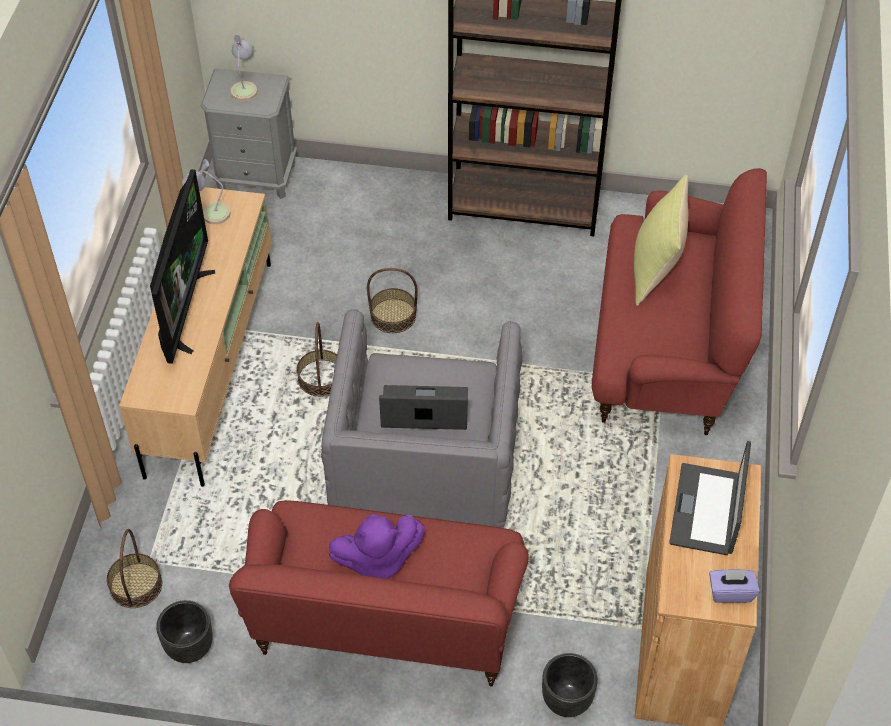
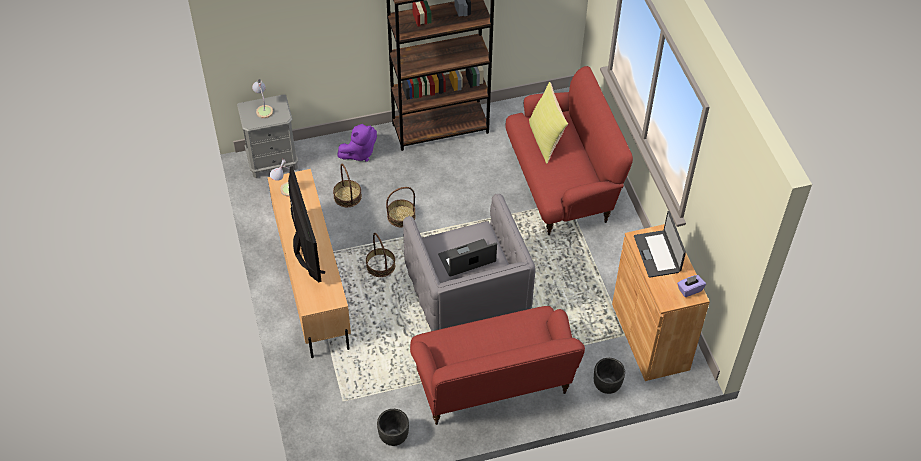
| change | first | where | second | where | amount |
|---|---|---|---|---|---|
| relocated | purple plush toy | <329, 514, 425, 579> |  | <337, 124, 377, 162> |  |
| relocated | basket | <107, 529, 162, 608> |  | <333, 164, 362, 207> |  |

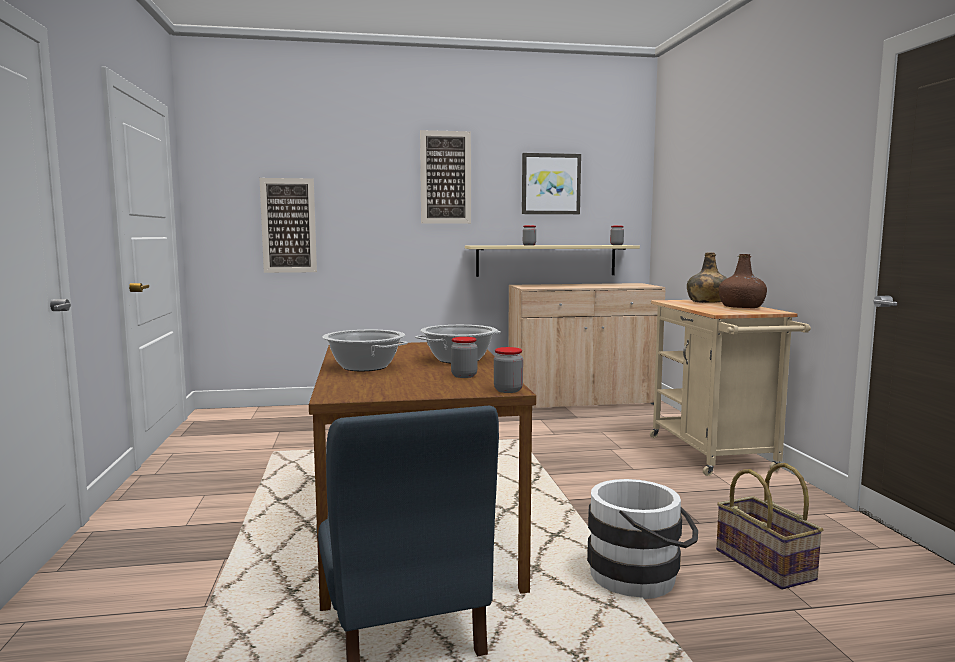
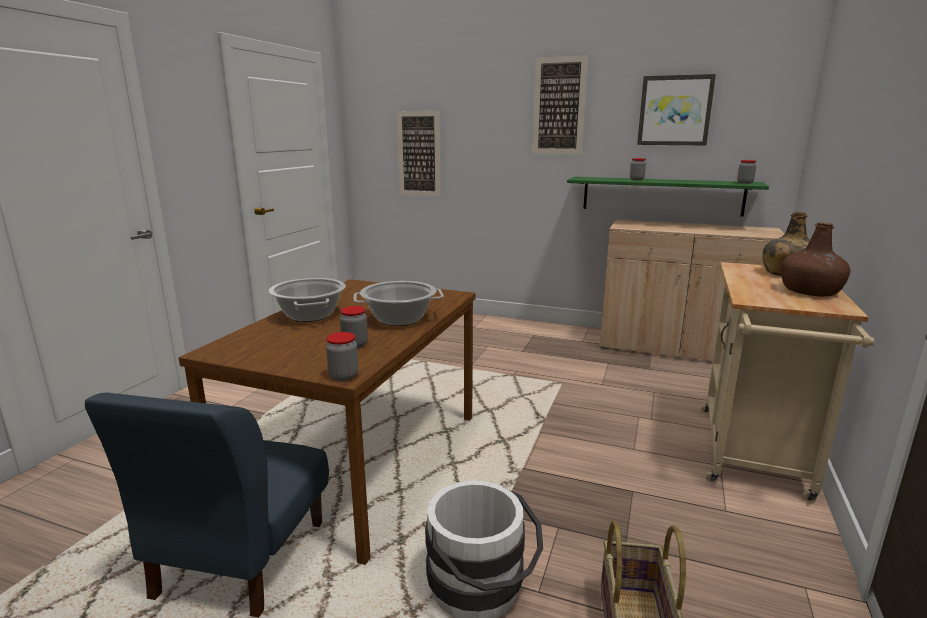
| change | first | where | second | where | amount |
|---|---|---|---|---|---|
| colour | sand-coloured bracket shelf | <465, 245, 640, 277> | green-coloured bracket shelf | <567, 177, 769, 217> |  |

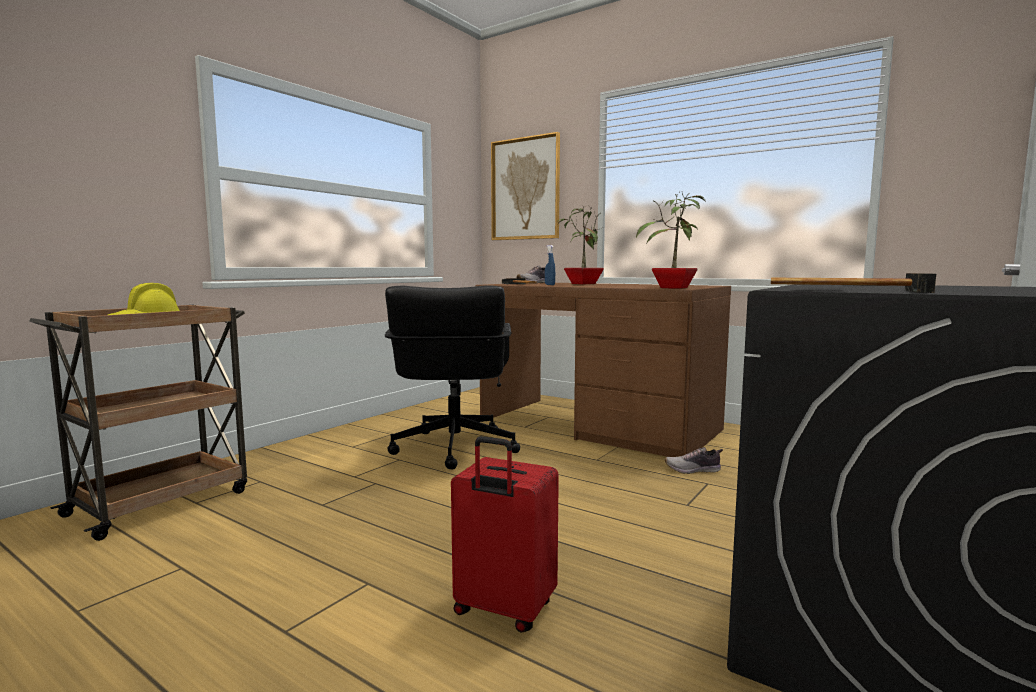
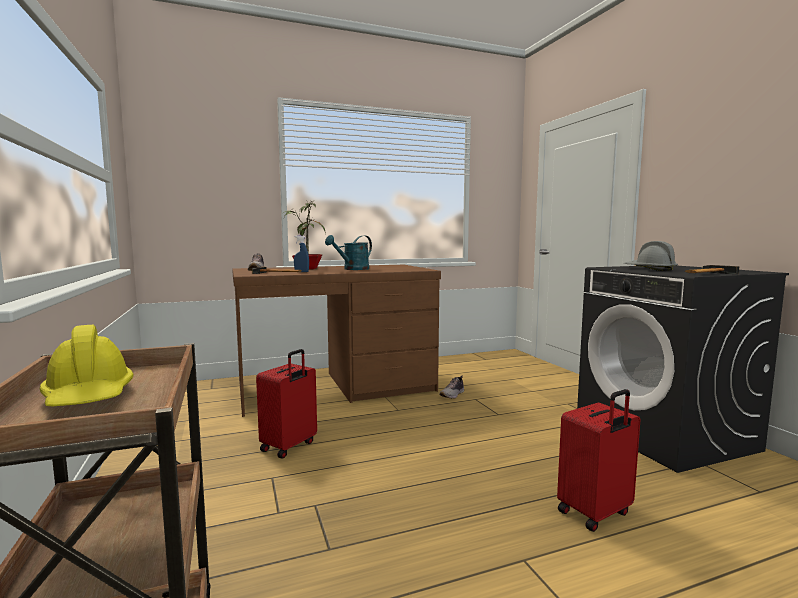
| change | first | where | second | where | amount |
|---|---|---|---|---|---|
| missing | wall art | <491, 132, 560, 240> |  |  |  |
| missing | houseplant | <636, 193, 706, 289> |  |  |  |
| exchanged | black computer chair | <385, 285, 520, 469> | red-coloured piece of luggage | <256, 349, 317, 459> |  |
| appeared |  |  | turquoise sprinkling can | <325, 235, 372, 270> |  |
| appeared |  |  | greyish work helmet | <624, 241, 678, 271> |  |

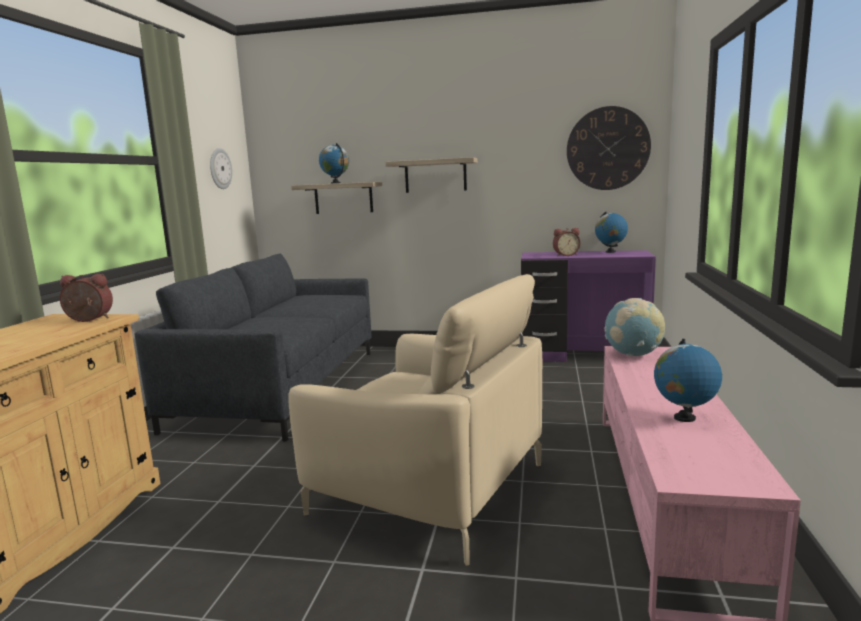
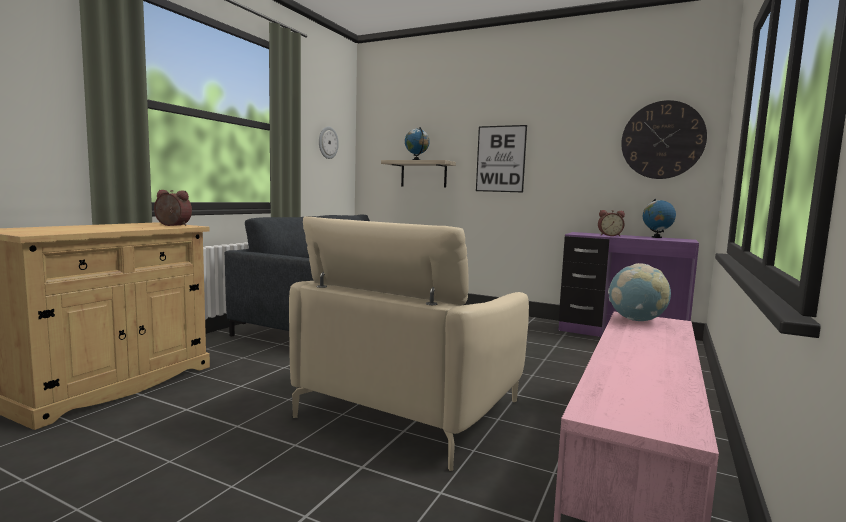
| change | first | where | second | where | amount |
|---|---|---|---|---|---|
| exchanged | bracket shelf | <385, 157, 478, 193> | wall art | <476, 125, 527, 192> |  |
| spun | sand-coloured lounge chair | <289, 274, 542, 566> |  | <289, 216, 529, 471> | 75 degrees clockwise |
| missing | globe | <654, 339, 722, 422> |  |  |  |

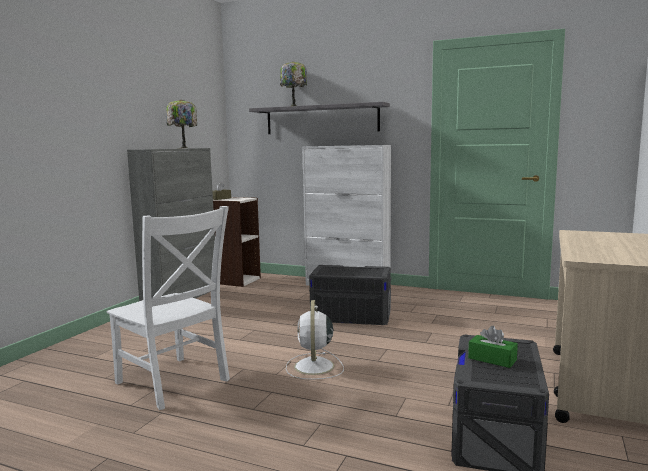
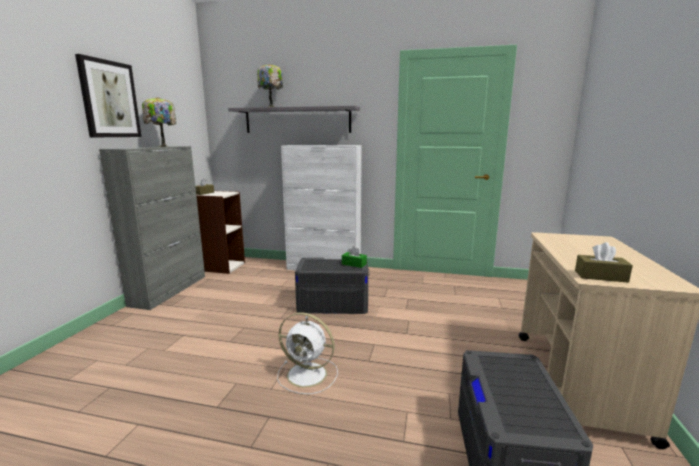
| change | first | where | second | where | amount |
|---|---|---|---|---|---|
| missing | white-coloured upright chair | <106, 206, 230, 410> |  |  |  |
| spun | white-coloured cooling fan | <286, 300, 344, 380> |  | <277, 312, 338, 394> | 60 degrees counterclockwise |
| relocated | green-coloured box of tissues | <468, 326, 518, 368> |  | <342, 246, 367, 268> |  |
| appeared |  |  | wall art | <75, 54, 141, 137> |  |
| appeared |  |  | brown box of tissues | <575, 242, 633, 283> |  |

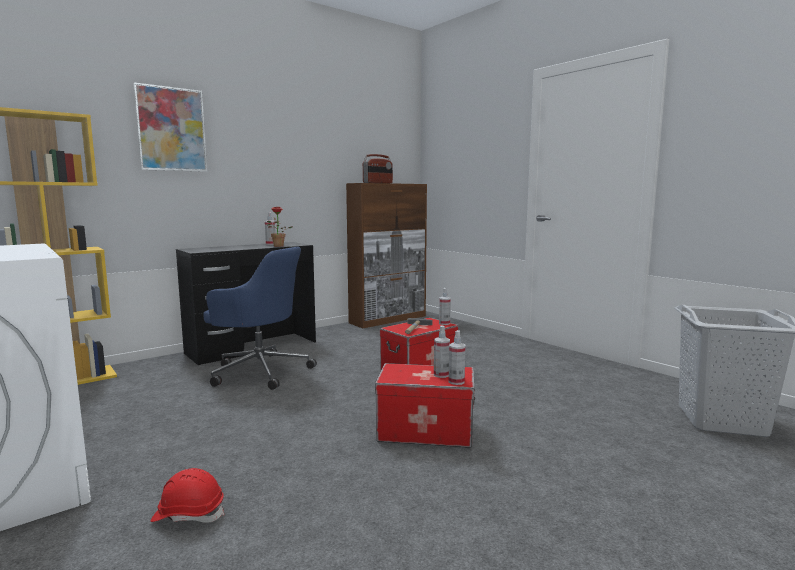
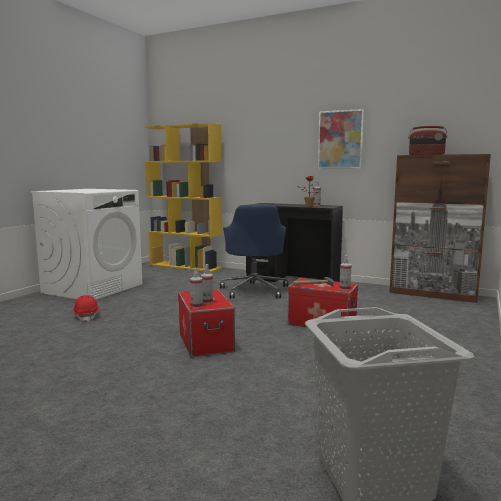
| change | first | where | second | where | amount |
|---|---|---|---|---|---|
| relocated | wall art | <133, 82, 207, 172> |  | <318, 109, 364, 169> |  |

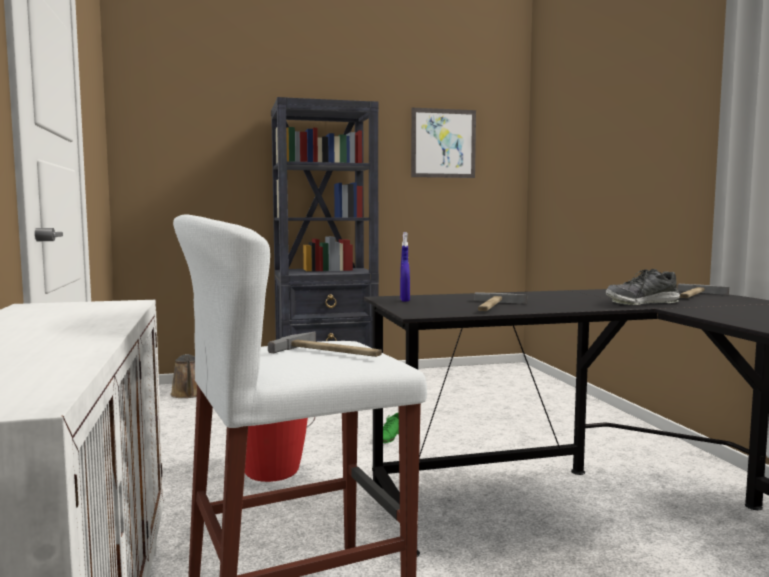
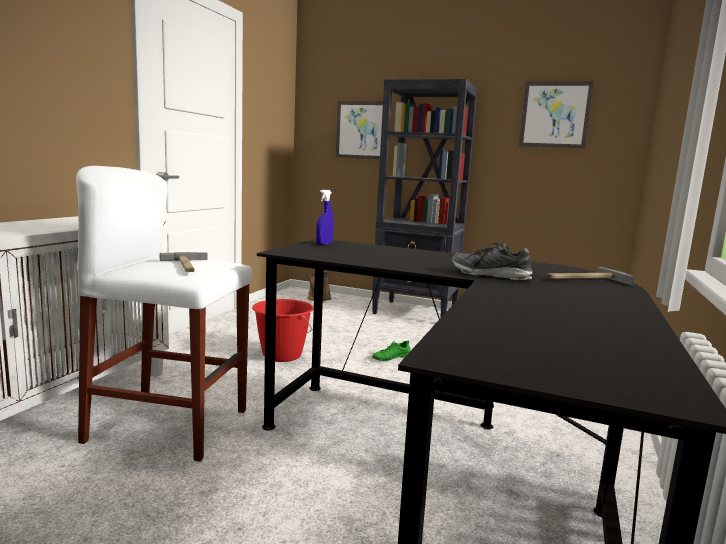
| change | first | where | second | where | amount |
|---|---|---|---|---|---|
| missing | hand hammer | <474, 292, 527, 311> |  |  |  |
| appeared |  |  | wall art | <336, 101, 383, 159> |  |

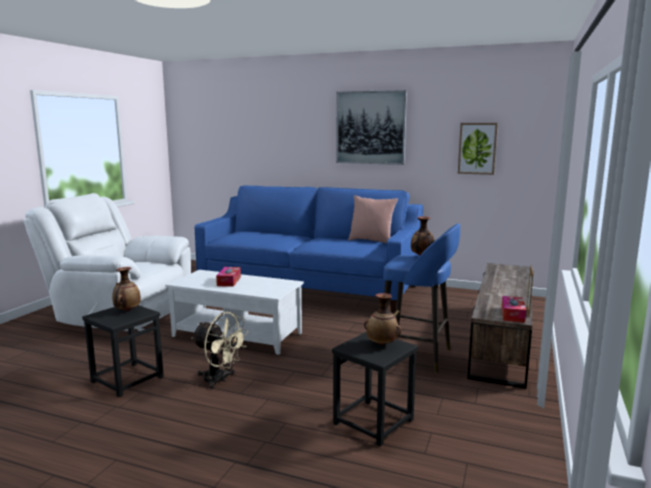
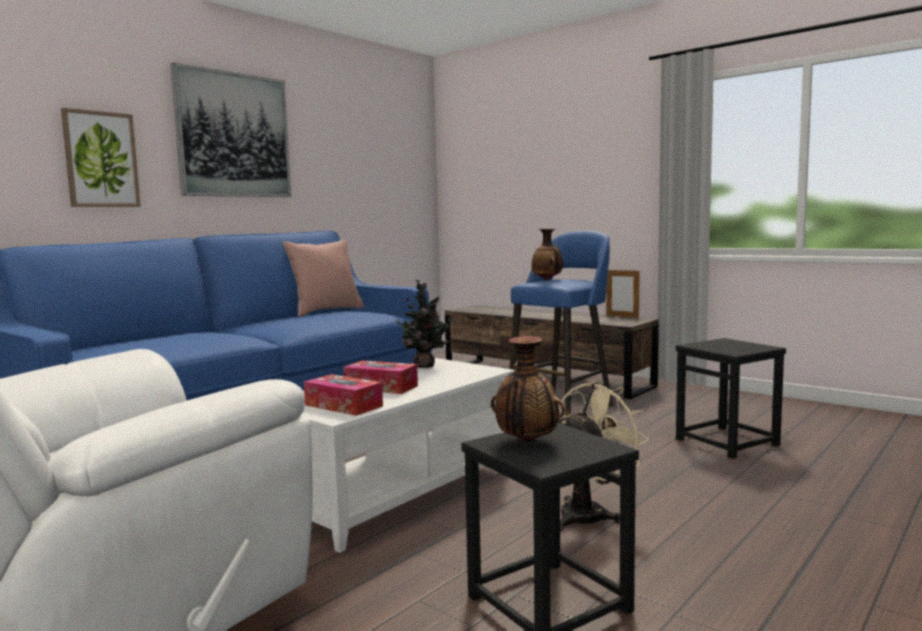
| change | first | where | second | where | amount |
|---|---|---|---|---|---|
| relocated | wall art | <458, 123, 498, 175> |  | <61, 108, 141, 207> |  |
| missing | decorative vase | <364, 293, 401, 345> |  |  |  |
| relocated | box of tissues | <501, 296, 526, 323> |  | <304, 374, 383, 416> |  |
| appeared |  |  | houseplant | <394, 280, 457, 368> |  |

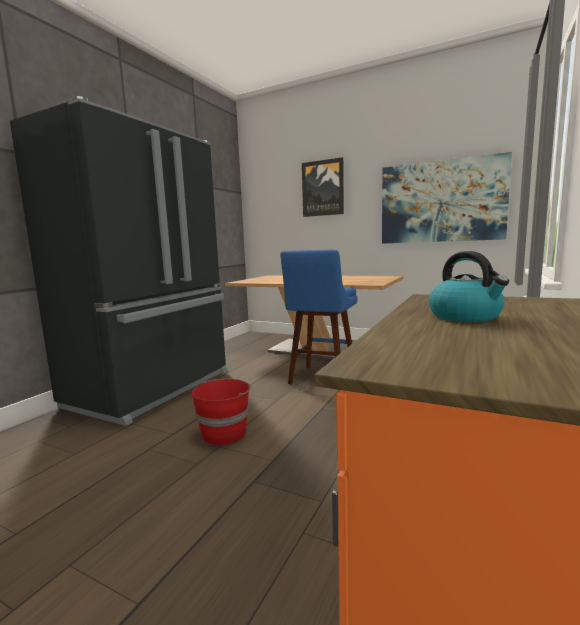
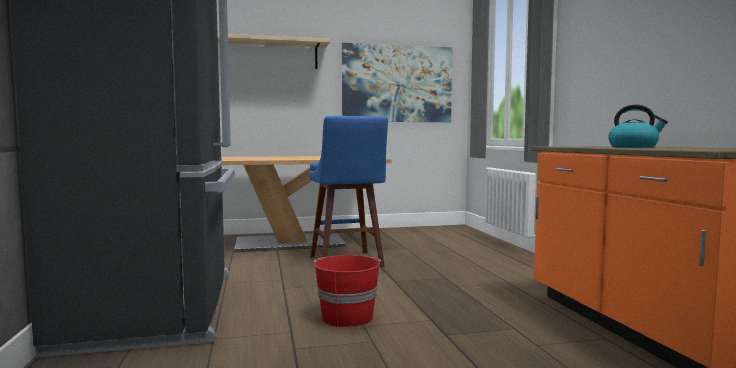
| change | first | where | second | where | amount |
|---|---|---|---|---|---|
| exchanged | wall art | <302, 157, 344, 217> | sand-coloured bracket shelf | <217, 33, 330, 69> |  |

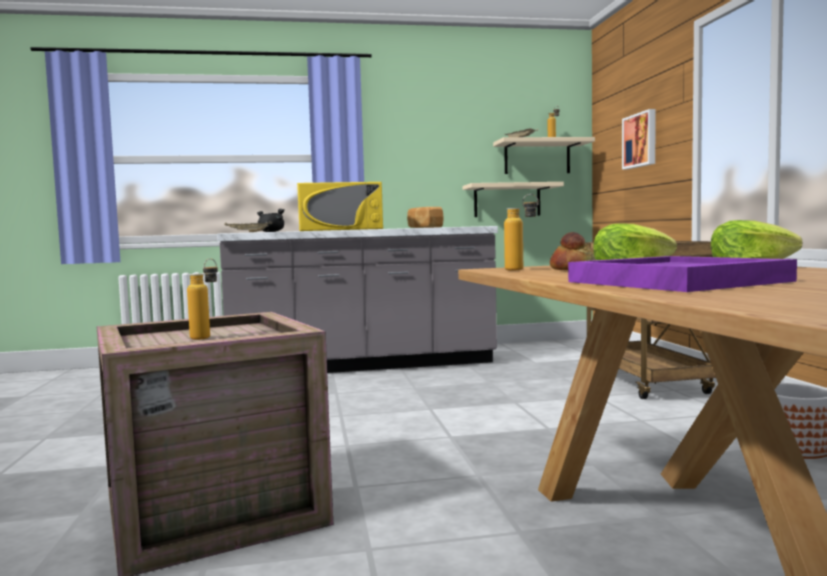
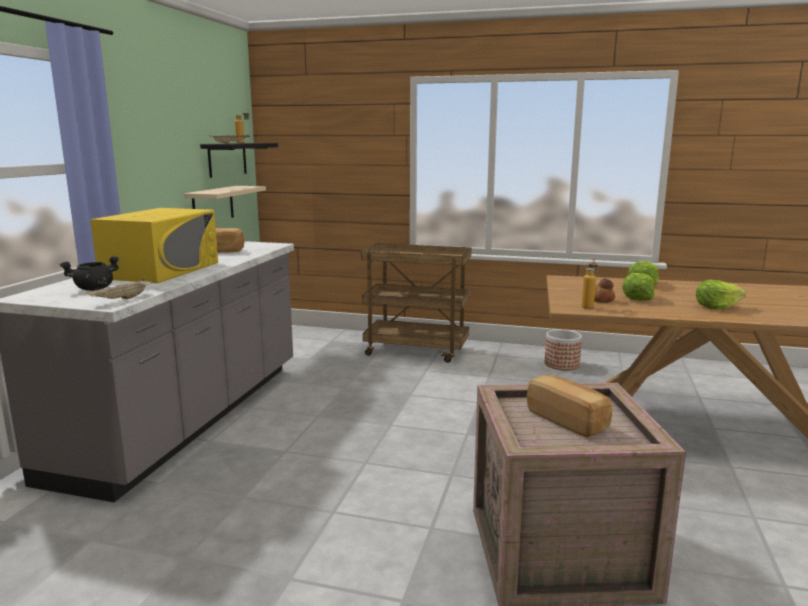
| change | first | where | second | where | amount |
|---|---|---|---|---|---|
| missing | wall art | <622, 109, 656, 169> |  |  |  |
| colour | sand-coloured bracket shelf | <493, 137, 595, 174> | black bracket shelf | <200, 143, 278, 178> |  |
| exchanged | purple serving tray | <568, 256, 797, 292> | lettuce head | <696, 280, 746, 310> |  |
| exchanged | drink bottle | <187, 259, 218, 340> | bread | <527, 375, 612, 438> |  |

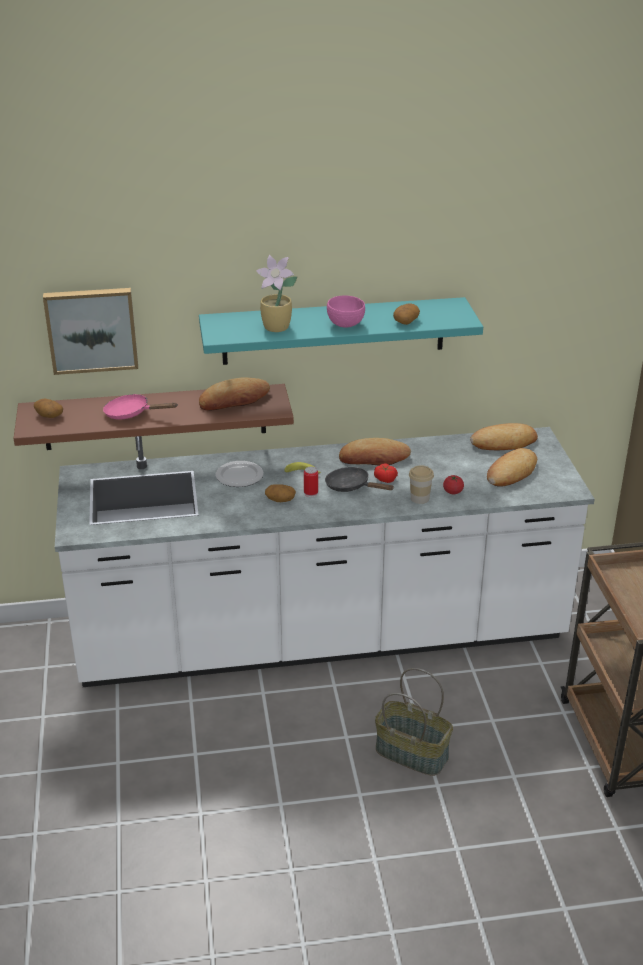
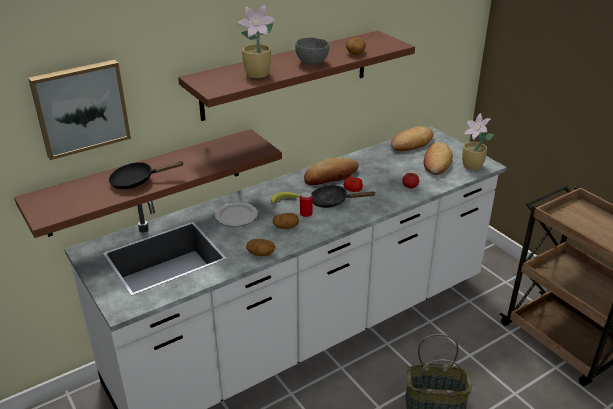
| change | first | where | second | where | amount |
|---|---|---|---|---|---|
| colour | pink serving bowl | <327, 295, 365, 328> | greyish serving bowl | <295, 37, 329, 65> |  |
| colour | turquoise bracket shelf | <199, 297, 483, 365> | brown bracket shelf | <178, 31, 415, 121> |  |
| missing | bread | <199, 377, 270, 410> |  |  |  |
| colour | pink frying pan | <103, 394, 177, 420> | black frying pan | <109, 161, 183, 189> |  |
| relocated | whole potato | <34, 398, 63, 418> |  | <246, 239, 275, 256> |  |
| missing | cup | <409, 465, 434, 504> |  |  |  |
| appeared |  |  | houseplant | <462, 113, 494, 170> |  |

